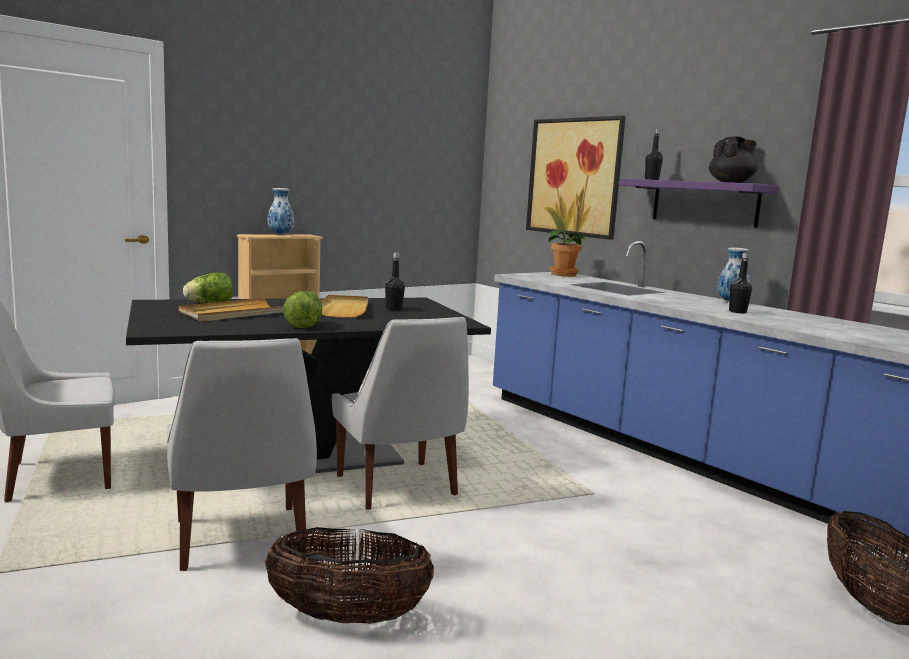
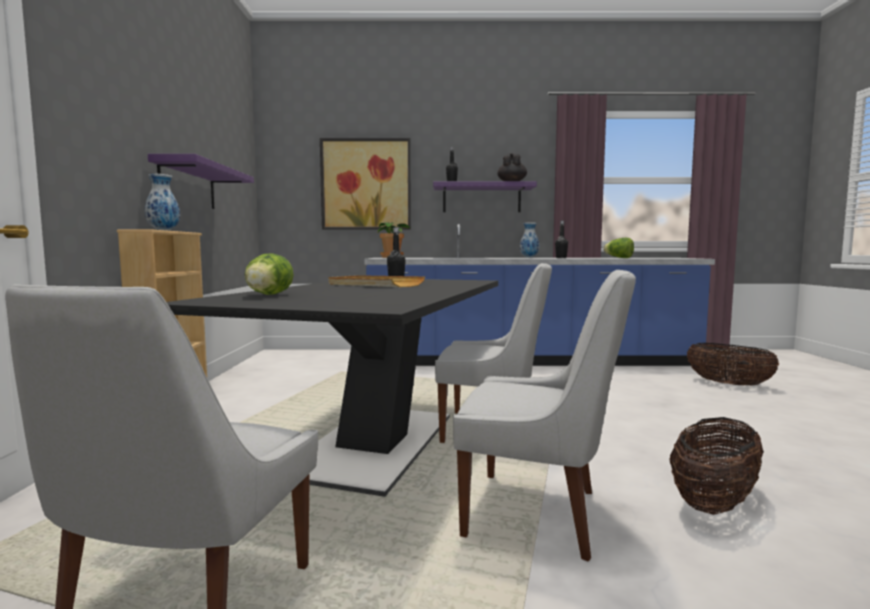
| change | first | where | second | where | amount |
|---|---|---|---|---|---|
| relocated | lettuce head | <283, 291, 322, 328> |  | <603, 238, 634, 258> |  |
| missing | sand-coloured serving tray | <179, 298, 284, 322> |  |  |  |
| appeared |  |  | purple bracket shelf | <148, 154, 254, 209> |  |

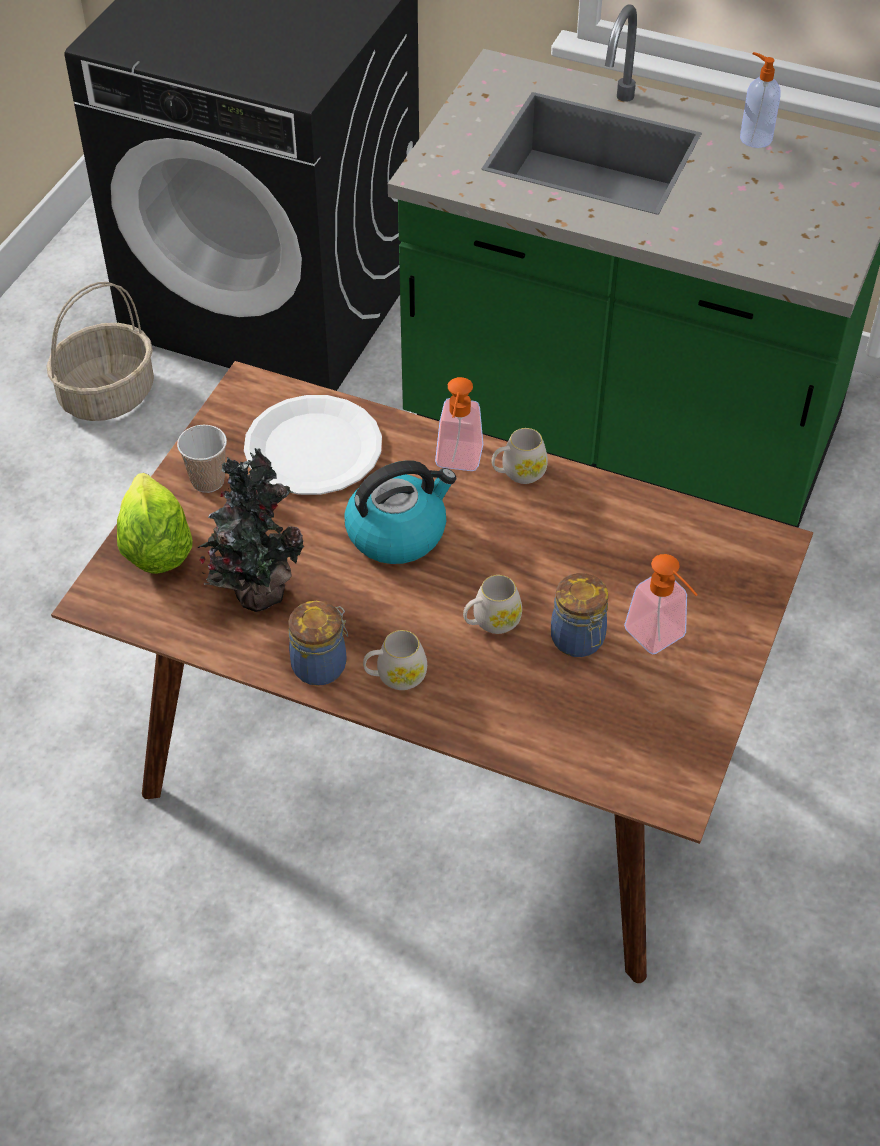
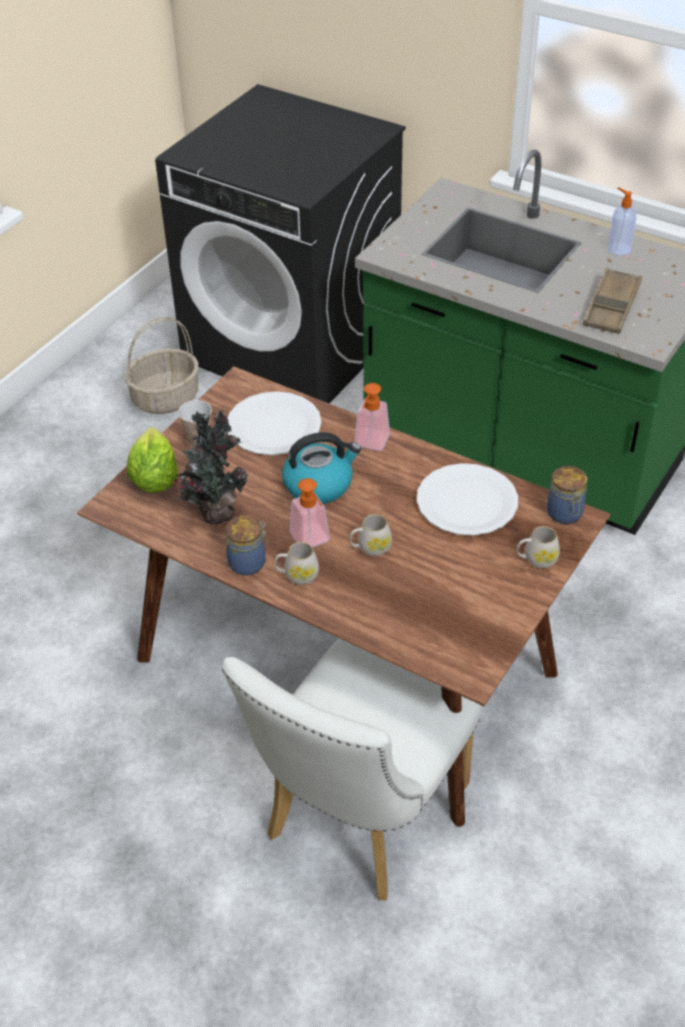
| change | first | where | second | where | amount |
|---|---|---|---|---|---|
| relocated | white-coloured tea mug | <491, 428, 548, 484> |  | <517, 526, 560, 568> |  |
| relocated | liquid soap bottle | <624, 554, 698, 655> |  | <290, 478, 330, 547> |  |
| relocated | jar | <551, 573, 608, 657> |  | <546, 466, 587, 524> |  |
| appeared |  |  | brown serving tray | <583, 268, 642, 334> |  |
| appeared |  |  | white-coloured dinner plate | <417, 463, 518, 536> |  |
| appeared |  |  | white-coloured upright chair | <222, 638, 481, 900> |  |

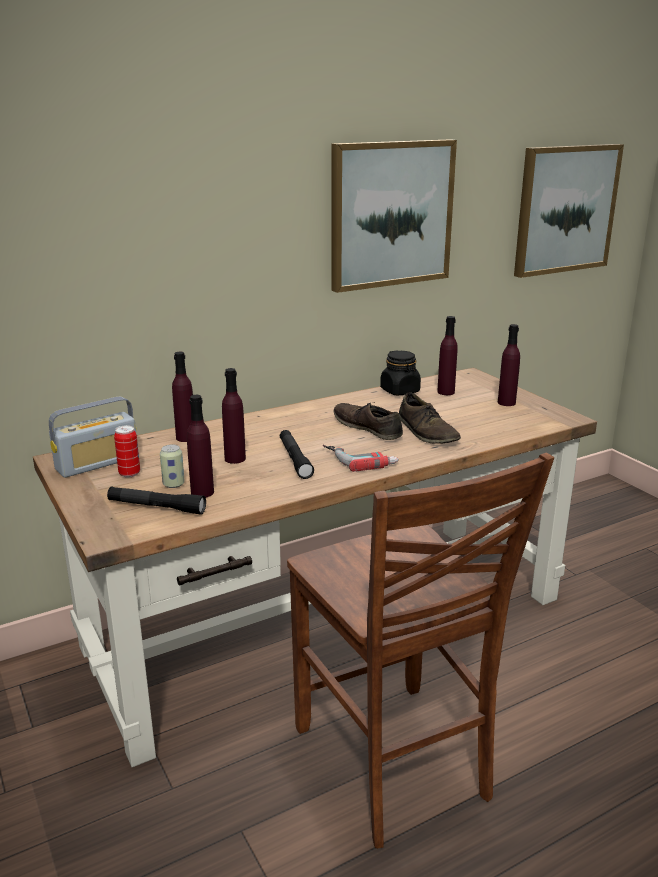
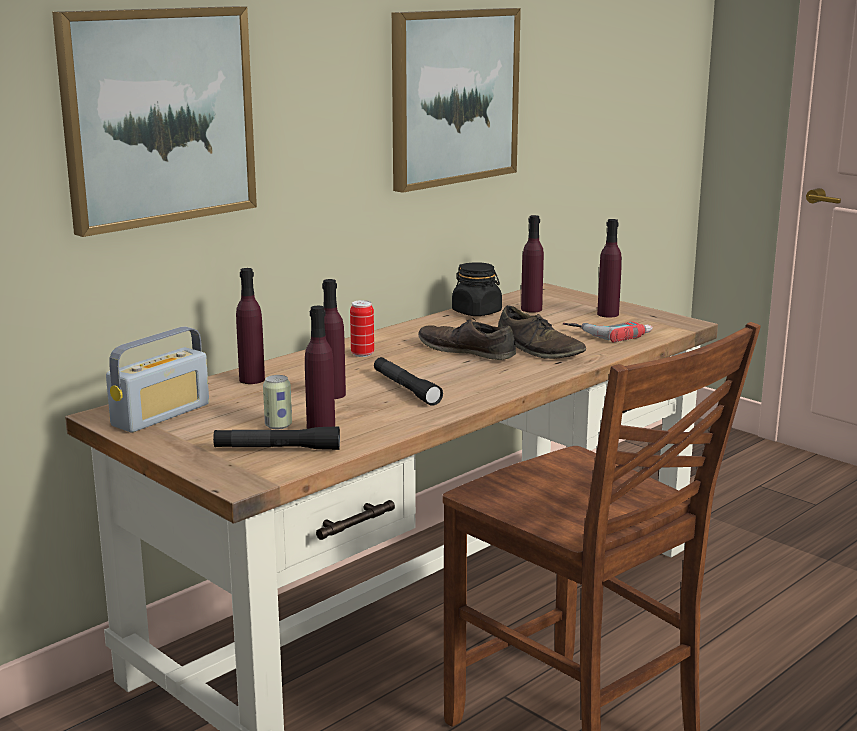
| change | first | where | second | where | amount |
|---|---|---|---|---|---|
| relocated | wall art | <514, 144, 624, 278> |  | <52, 6, 257, 237> |  |
| relocated | metal can | <114, 425, 140, 477> |  | <350, 300, 374, 357> |  |
| relocated | electric drill | <323, 444, 399, 472> |  | <563, 322, 653, 343> |  |

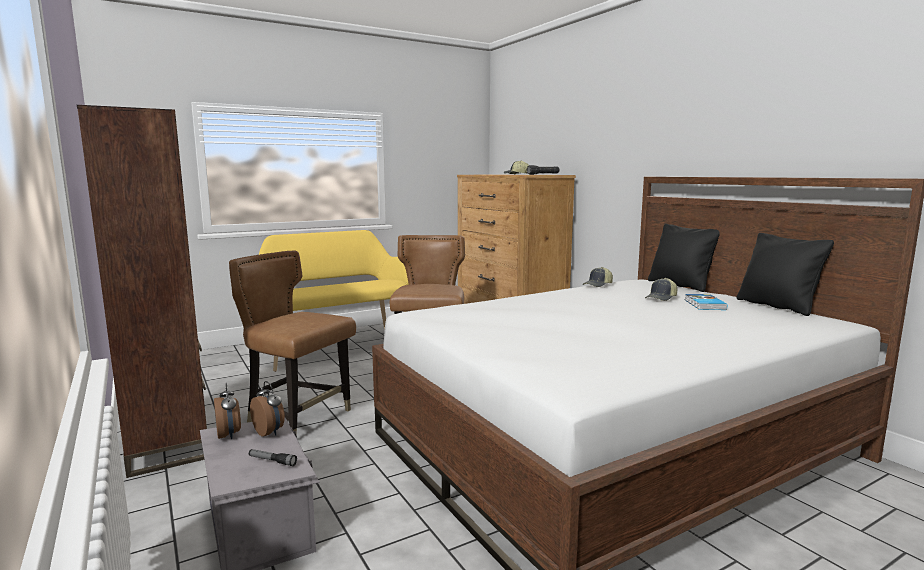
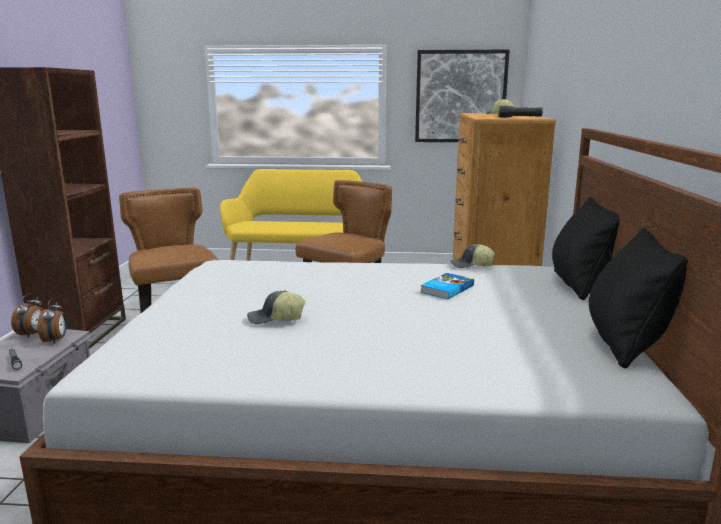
| change | first | where | second | where | amount |
|---|---|---|---|---|---|
| relocated | peaked cap | <645, 278, 677, 301> |  | <247, 290, 305, 324> |  |
| relocated | bound book | <685, 294, 727, 310> |  | <420, 273, 474, 299> |  |
| appeared |  |  | wall art | <415, 50, 510, 142> |  |

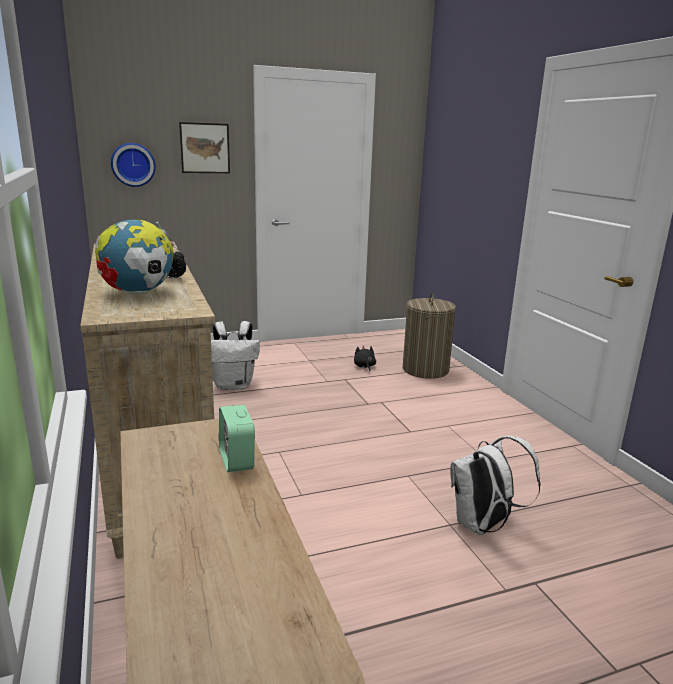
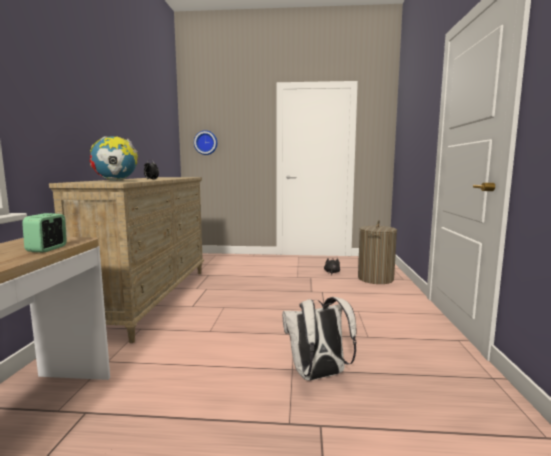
| change | first | where | second | where | amount |
|---|---|---|---|---|---|
| missing | wall art | <179, 122, 230, 173> |  |  |  |
| missing | white-coloured knapsack | <211, 321, 260, 390> |  |  |  |

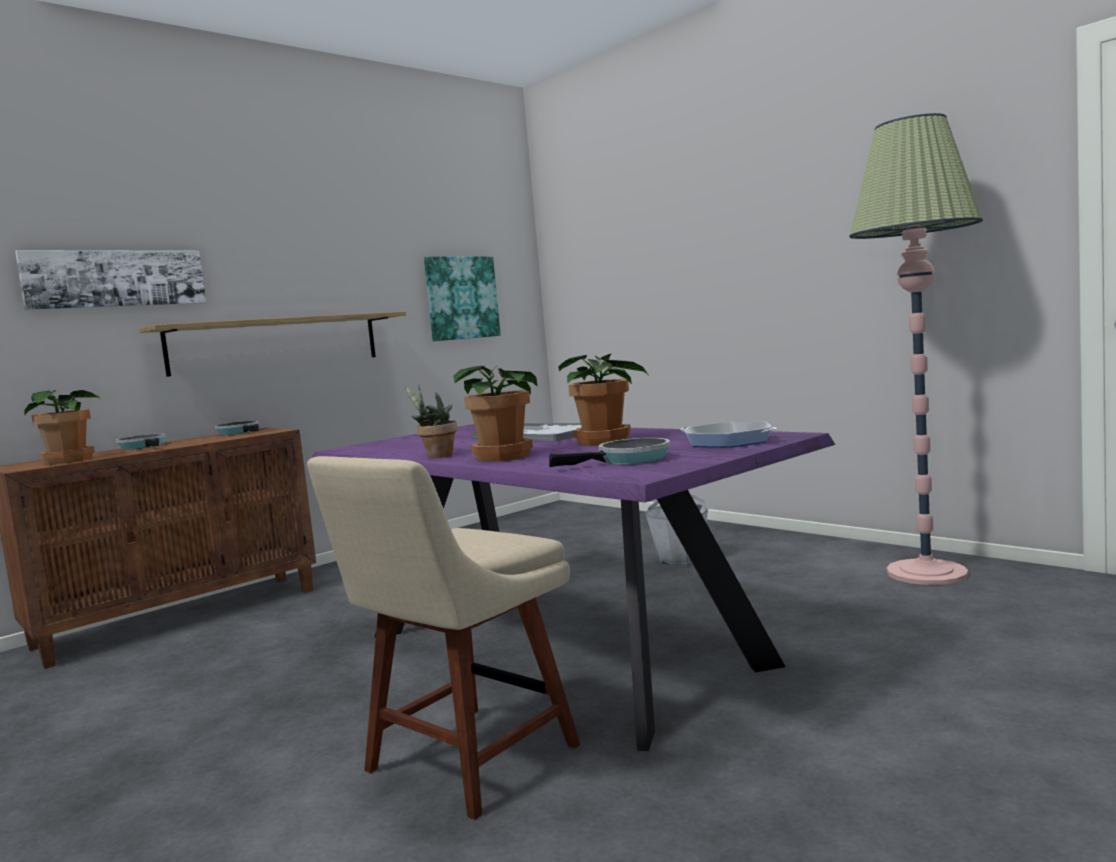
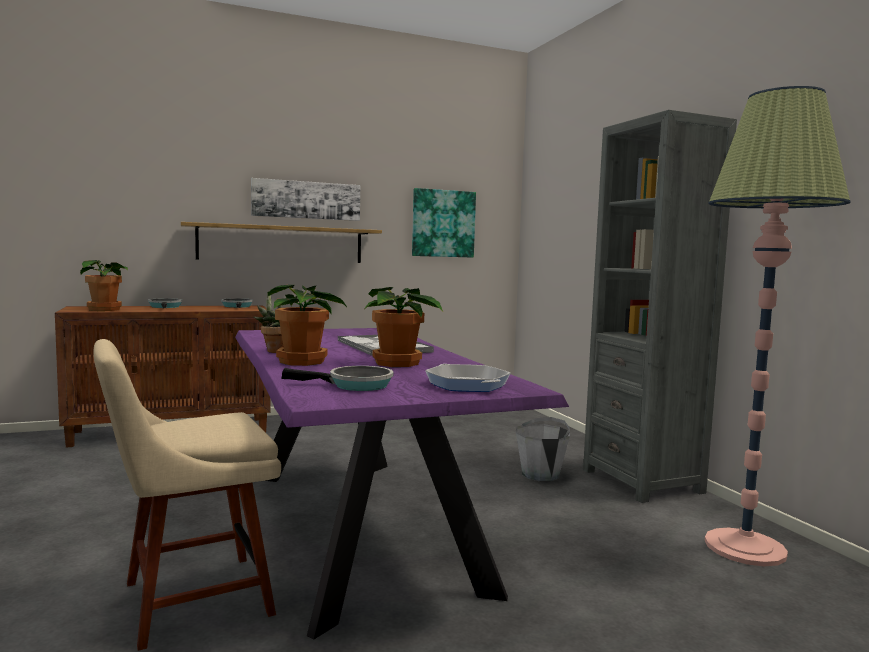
| change | first | where | second | where | amount |
|---|---|---|---|---|---|
| relocated | wall art | <15, 250, 206, 310> |  | <251, 178, 360, 221> |  |
| appeared |  |  | greyish bookshelf | <583, 110, 737, 503> |  |

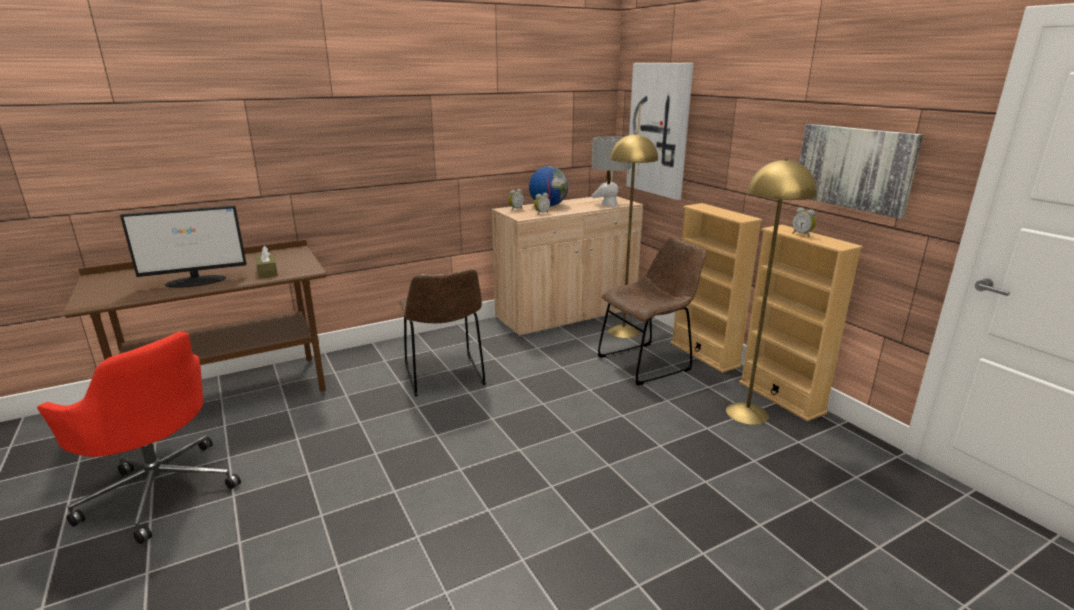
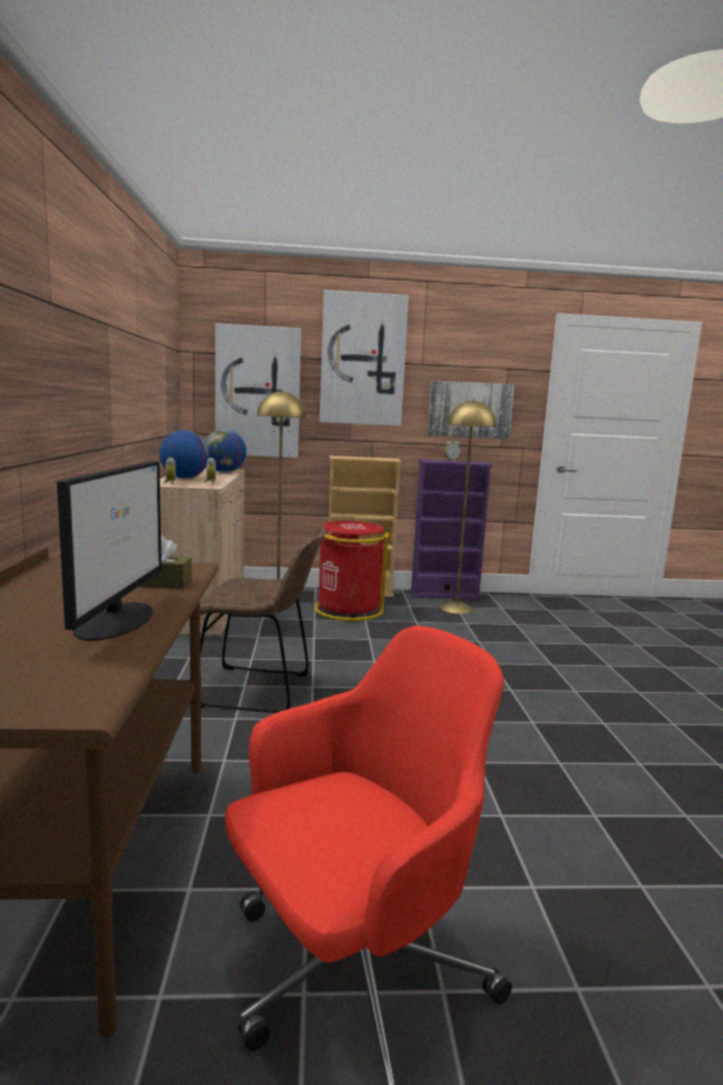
| change | first | where | second | where | amount |
|---|---|---|---|---|---|
| exchanged | greyish tabletop lamp | <592, 136, 632, 206> | globe | <205, 429, 246, 472> |  |
| colour | sand-coloured bookshelf | <739, 225, 863, 421> | purple bookshelf | <410, 460, 493, 599> |  |
| exchanged | brown upright chair | <598, 238, 706, 385> | red-coloured trash can | <314, 521, 390, 621> |  |
| appeared |  |  | wall art | <320, 290, 409, 426> |  |

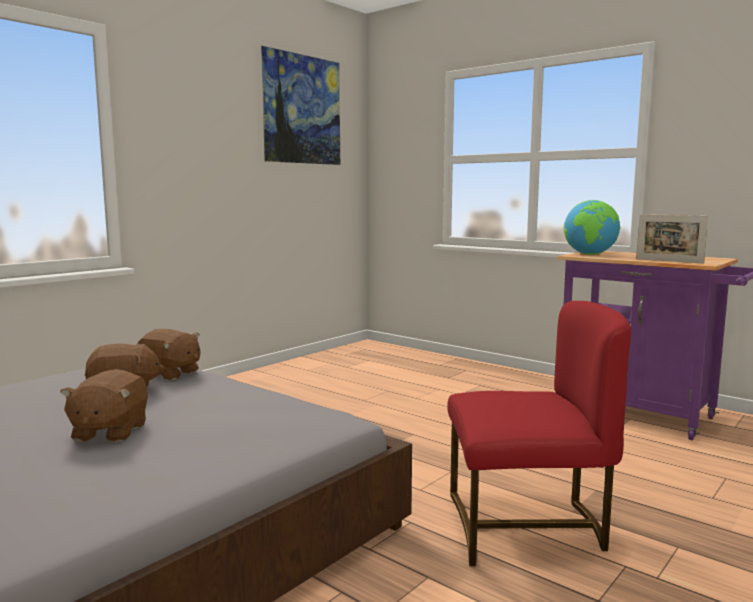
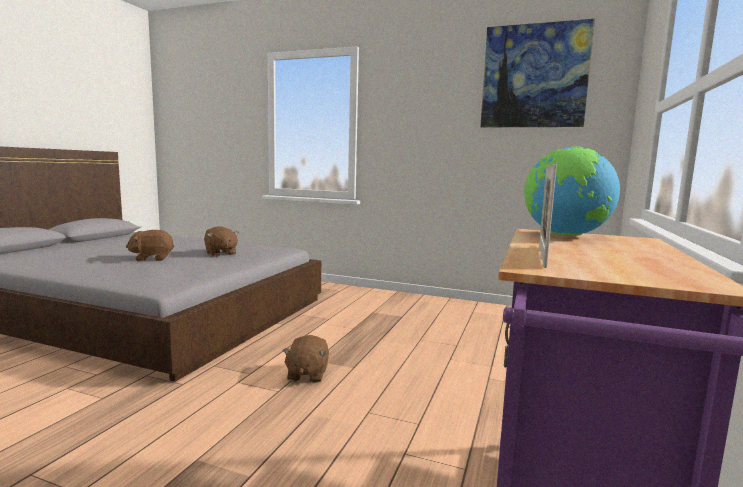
| change | first | where | second | where | amount |
|---|---|---|---|---|---|
| missing | red-coloured upright chair | <447, 301, 631, 566> |  |  |  |
| relocated | brown plush toy | <137, 329, 200, 380> |  | <282, 335, 329, 383> |  |

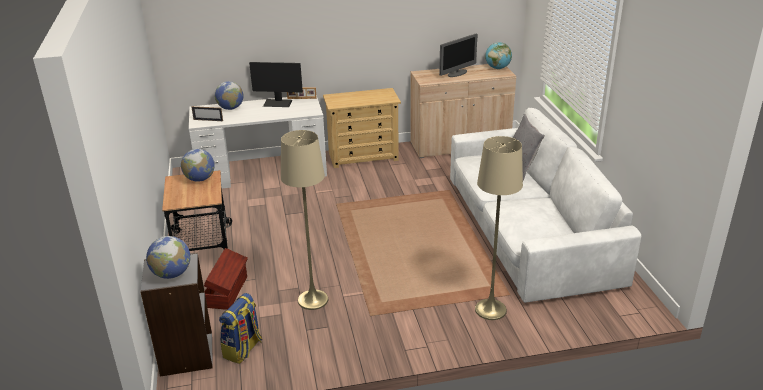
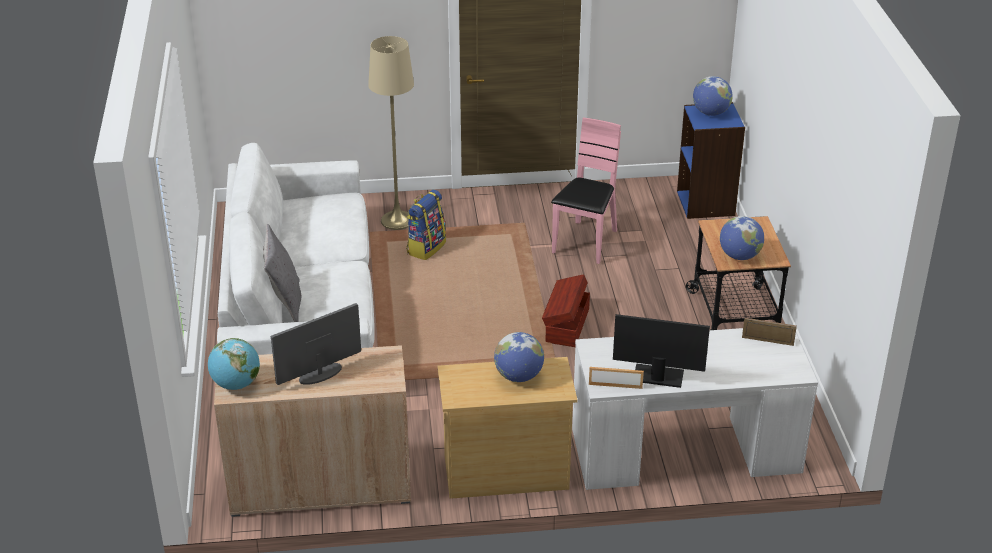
| change | first | where | second | where | amount |
|---|---|---|---|---|---|
| relocated | globe | <215, 81, 243, 110> |  | <494, 332, 544, 382> |  |
| exchanged | sand-coloured standard lamp | <281, 130, 328, 310> | pink upright chair | <551, 117, 621, 264> |  |
| relocated | brown storage box | <204, 248, 248, 310> |  | <542, 274, 590, 347> |  |
| colour | greyish bookshelf | <140, 252, 213, 377> | blue-coloured bookshelf | <677, 102, 745, 219> |  |
| relocated | knapsack | <219, 293, 262, 364> |  | <406, 190, 446, 260> |  |

